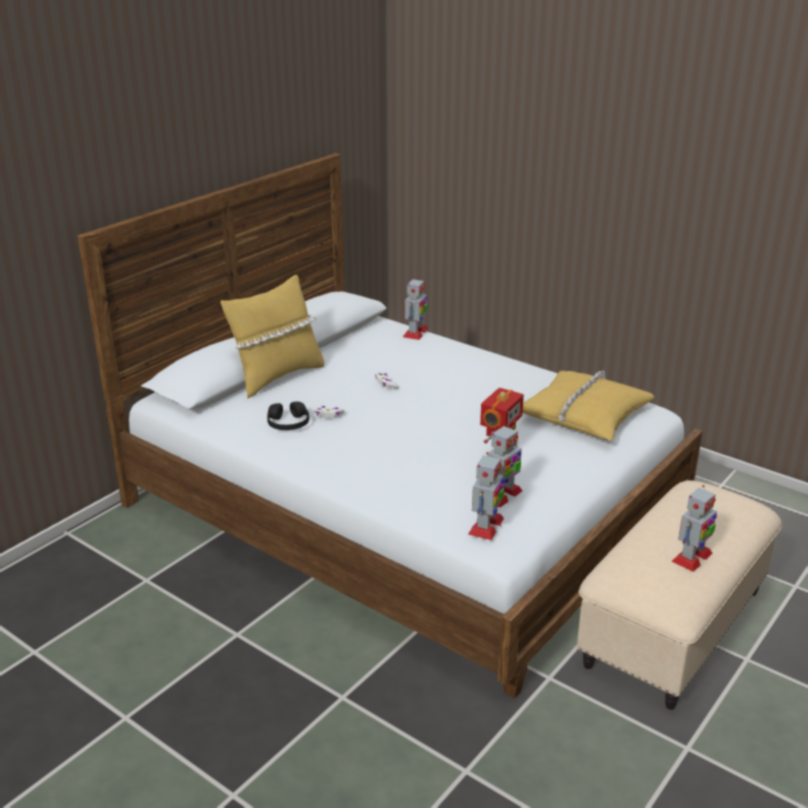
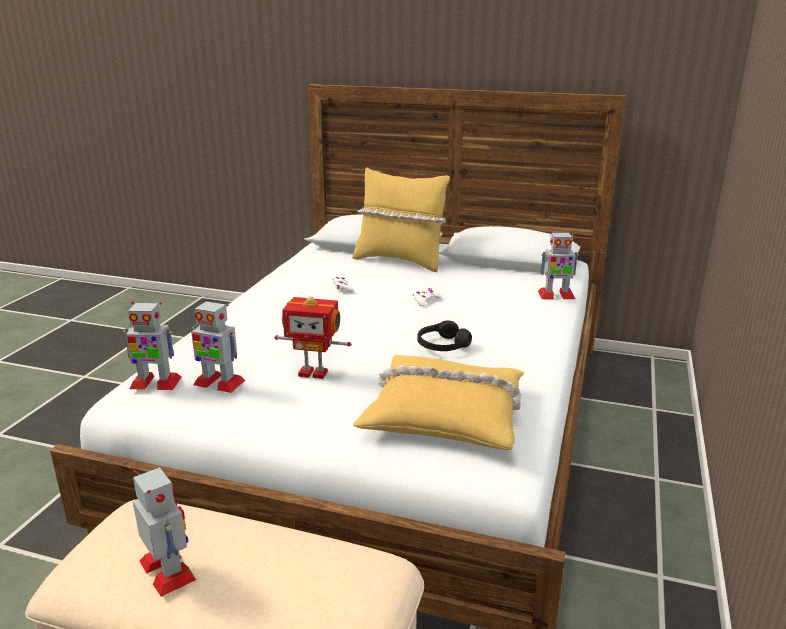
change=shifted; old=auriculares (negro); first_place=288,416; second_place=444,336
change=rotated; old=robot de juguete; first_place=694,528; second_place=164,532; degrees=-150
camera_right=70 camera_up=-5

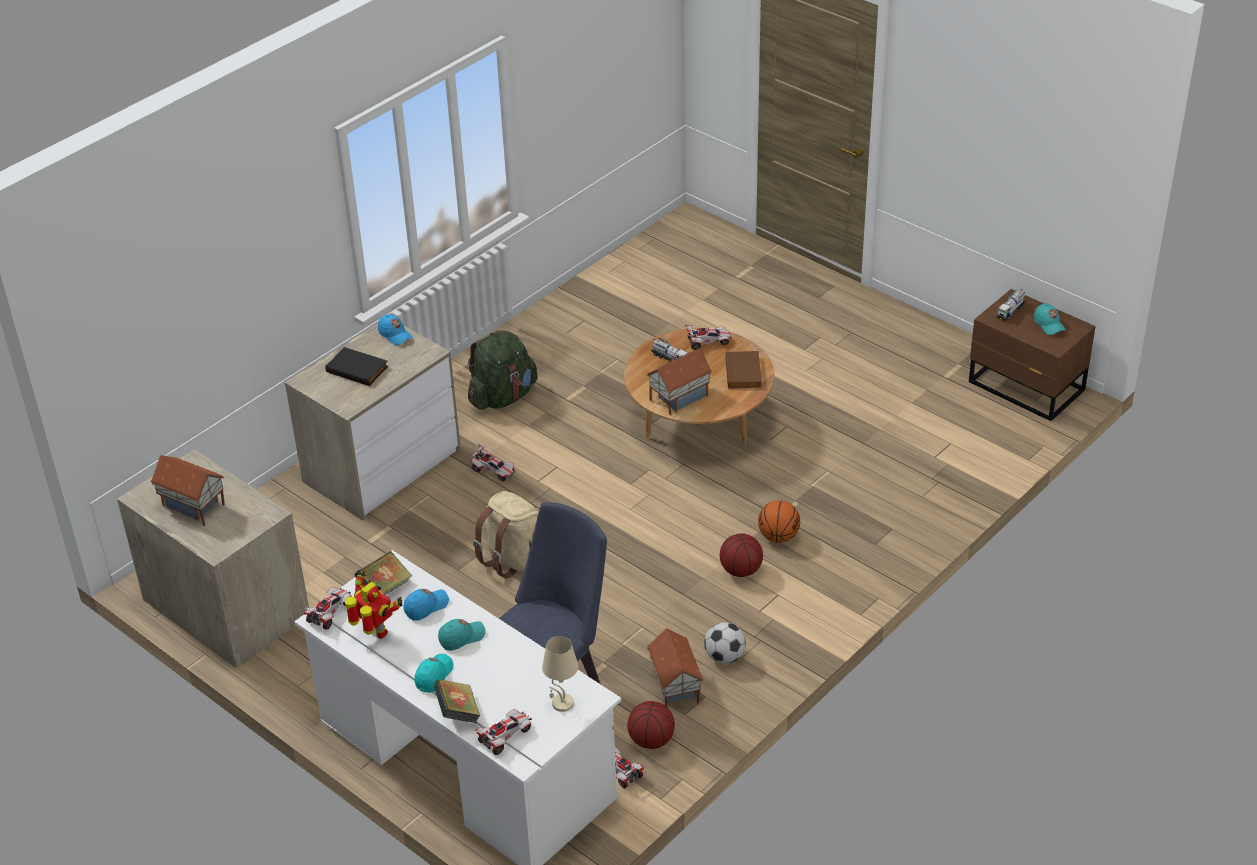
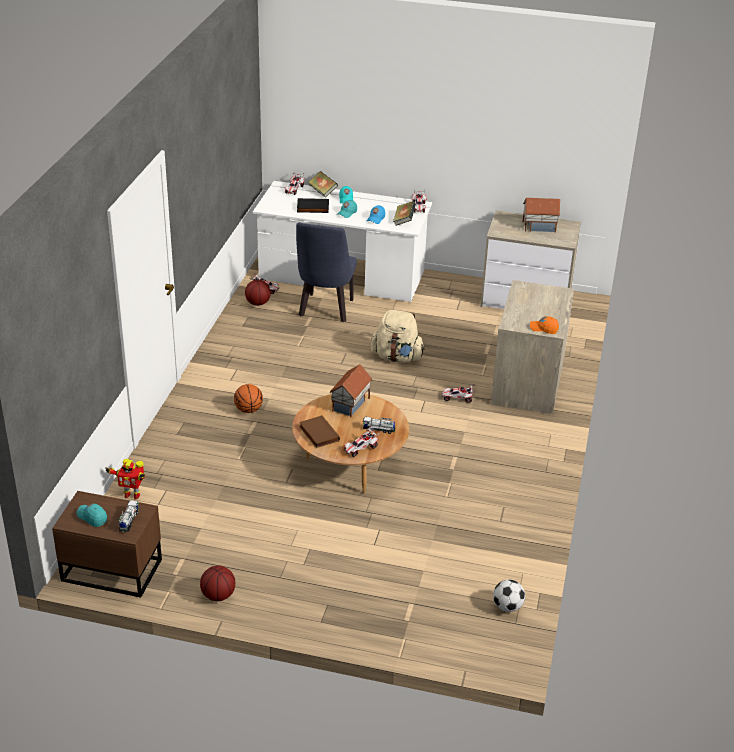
change=shifted; old=libro (negro); first_place=356,366; second_place=313,205
change=shifted; old=robot de juguete; first_place=373,604; second_place=125,479
change=repainted; old=gorra (azul); new=gorra (naranja); first_place=395,329; second_place=544,325
change=gone; old=mochila (verde); first_place=503,370
change=gone; old=lámpara de mesa (beis); first_place=560,674
change=gone; old=casita; first_place=675,667
change=shifted; old=balón de fútbol; first_place=725,643; second_place=509,596
change=shifted; old=balón de baloncesto; first_place=741,555; second_place=217,583
camera_right=150 camera_up=-5

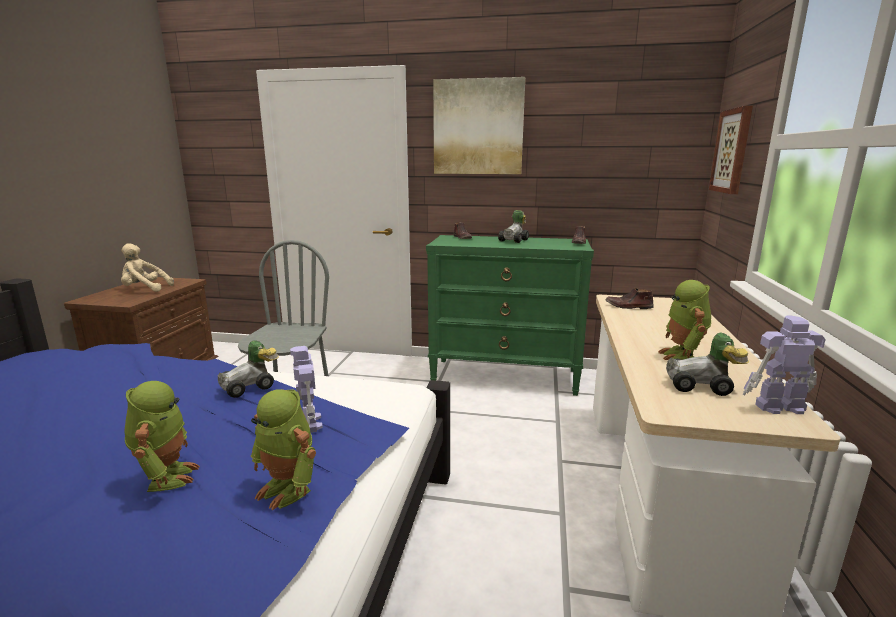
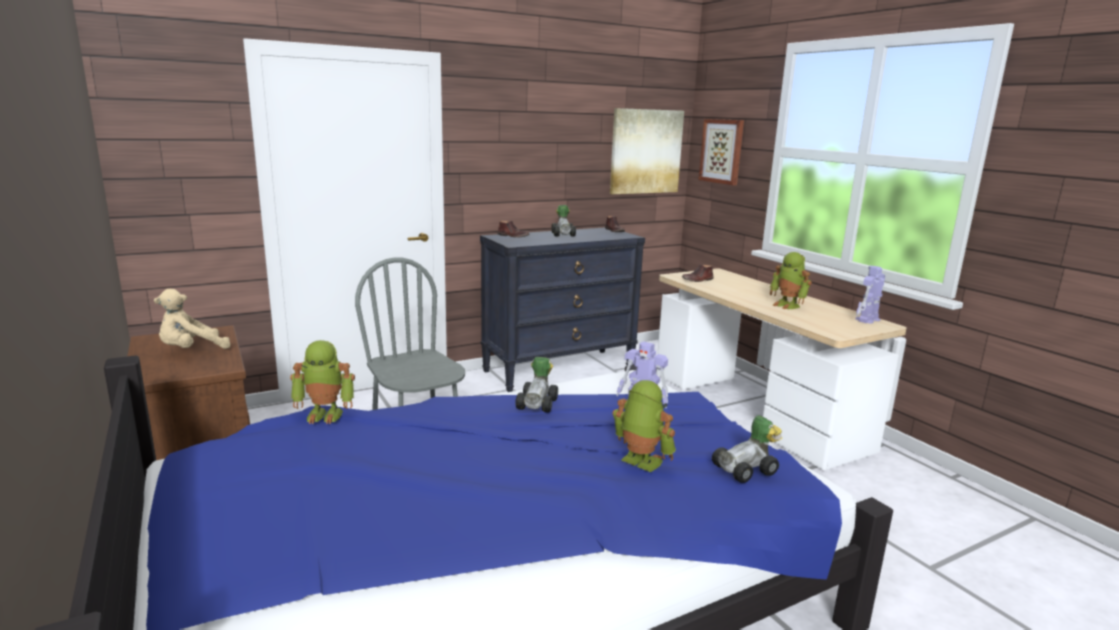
change=shifted; old=robot de juguete; first_place=283,449; second_place=322,382
change=repainted; old=cómoda (verde); new=cómoda (negro); first_place=510,315; second_place=562,309
change=shifted; old=cuadro; first_place=479,125; second_place=647,151
change=shifted; old=coche de juguete; first_place=707,364; second_place=747,449
camera_right=-40 camera_up=0

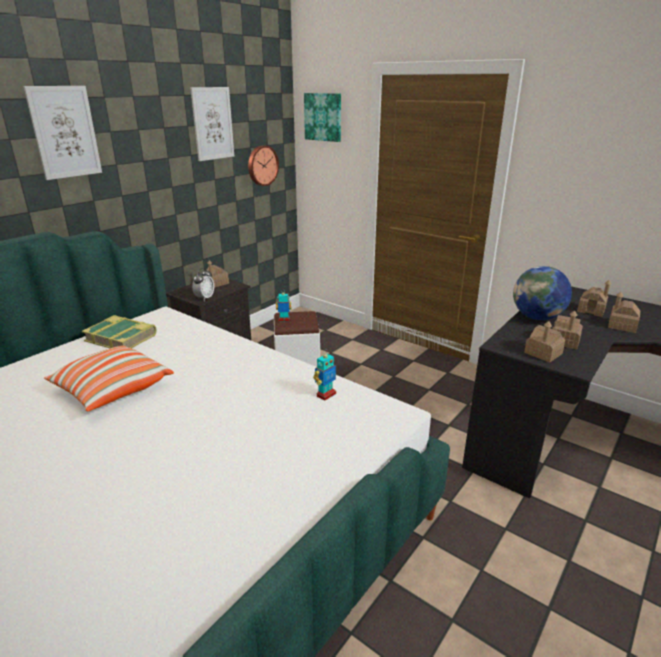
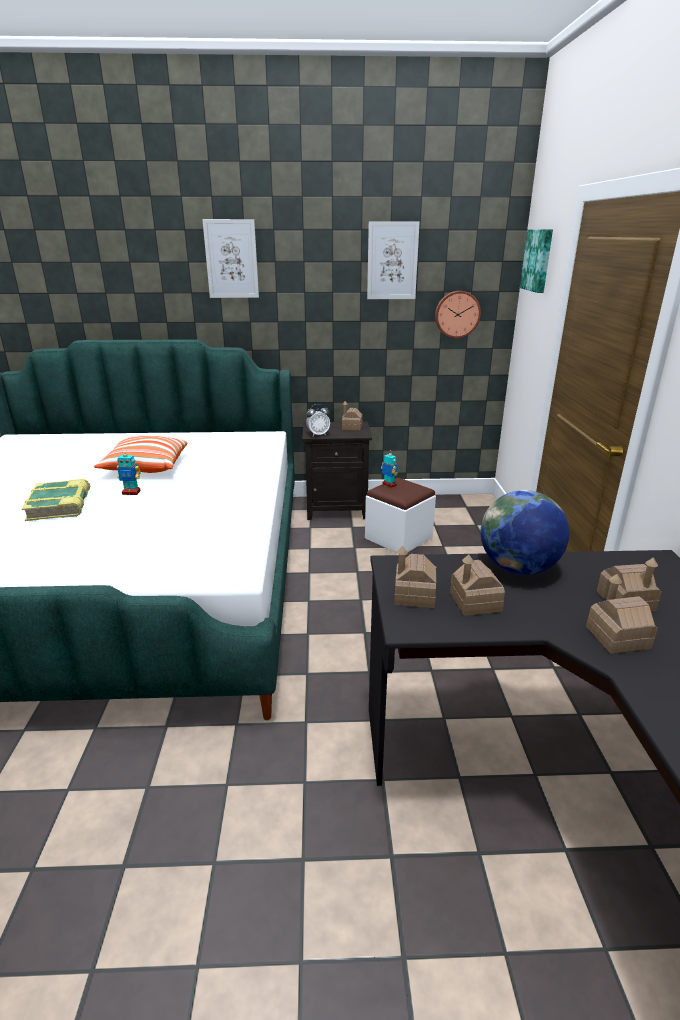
change=shifted; old=libro; first_place=119,332; second_place=56,500
change=shifted; old=robot de juguete; first_place=324,375; second_place=129,472
camera_right=50 camera_up=0

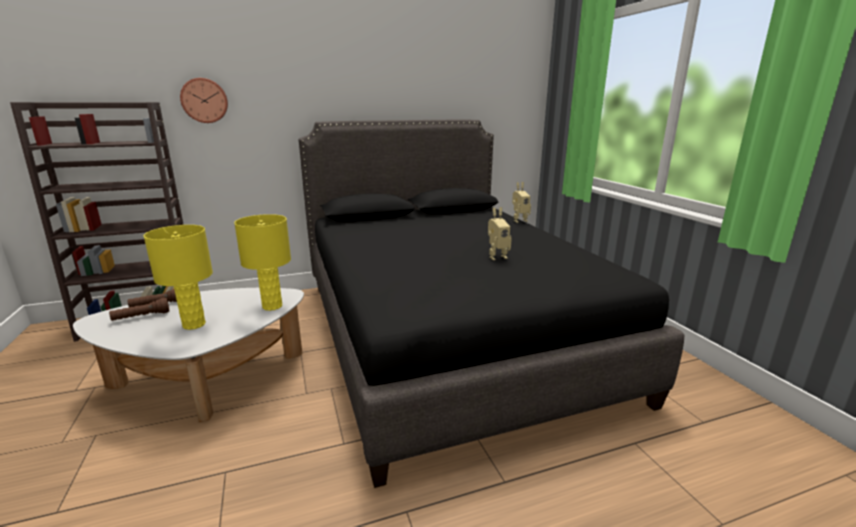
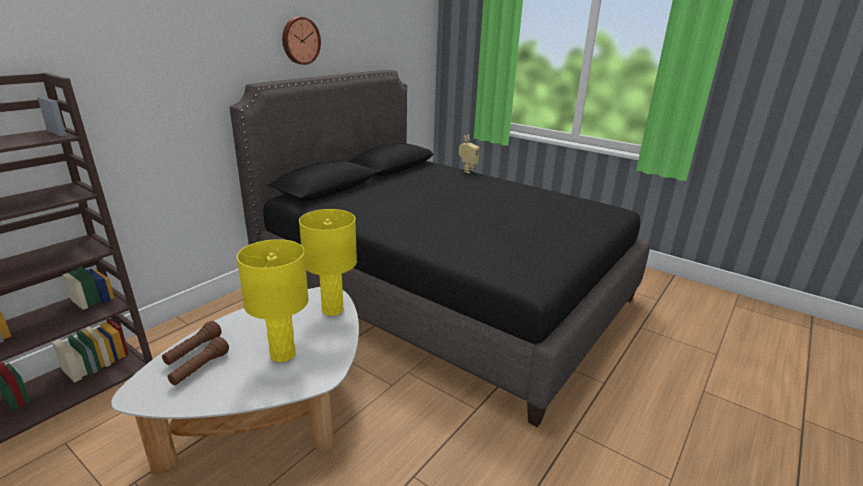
change=shifted; old=reloj de pared; first_place=204,100; second_place=301,41
change=gone; old=robot de juguete; first_place=500,233
camera_right=-35 camera_up=5

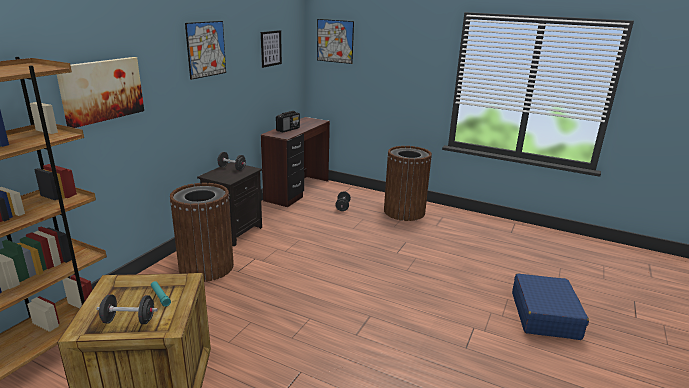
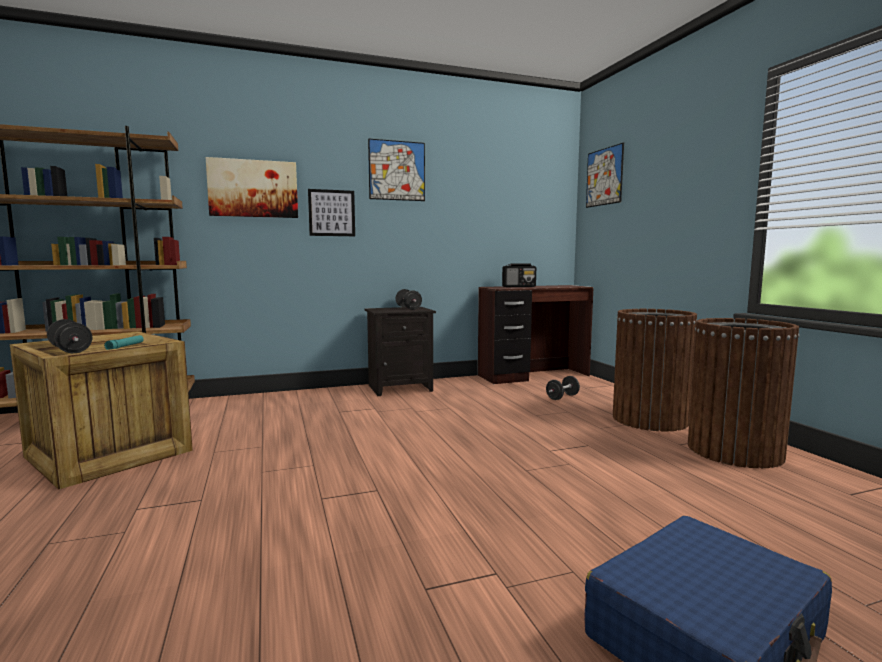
change=shifted; old=papelera (marrón); first_place=202,232; second_place=744,393
change=shifted; old=cuadro; first_place=271,49; second_place=331,212
camera_right=45 camera_up=-15

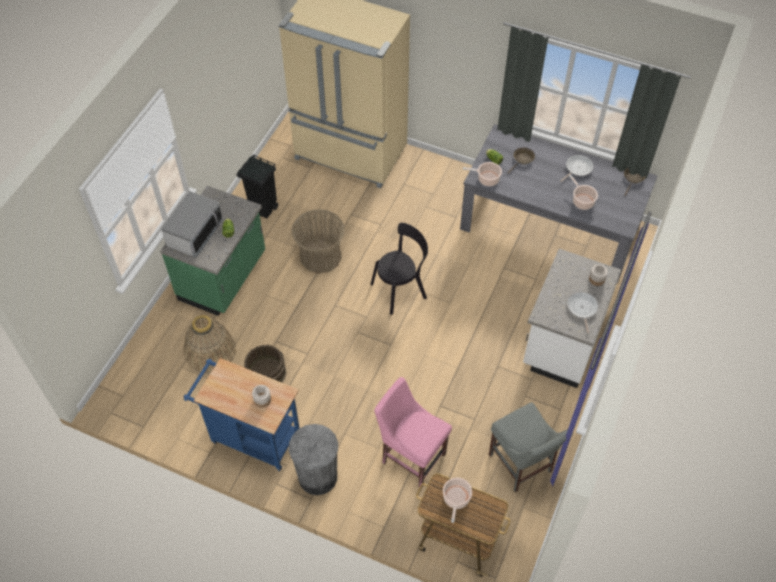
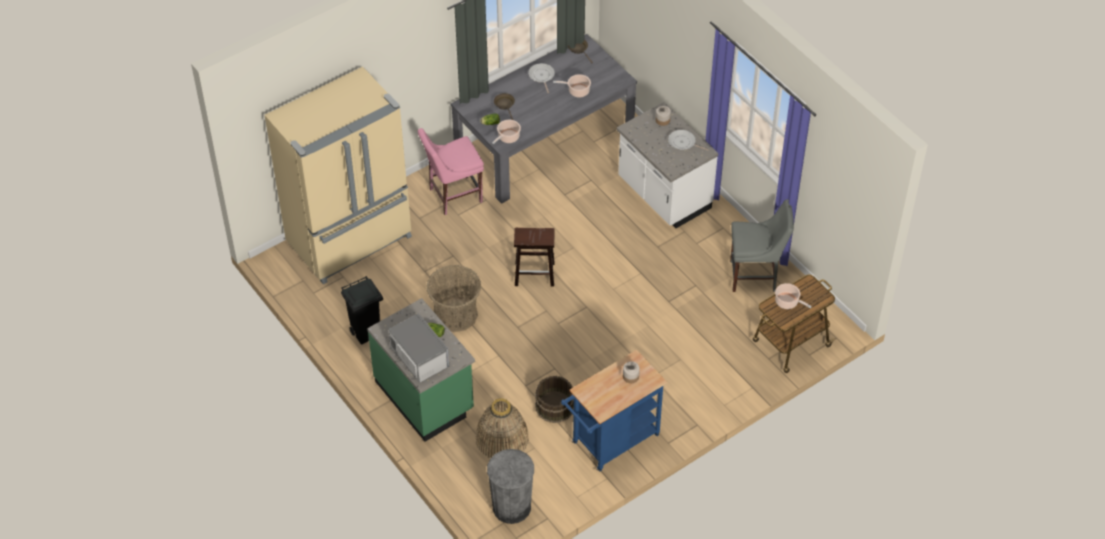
change=shifted; old=papelera (gris); first_place=313,459; second_place=510,486
change=swapped; old=silla (negro); new=taburete (marrón); first_place=399,269; second_place=534,257
change=shifted; old=silla (rosa); first_place=413,432; second_place=451,171
camera_right=-60 camera_up=-5

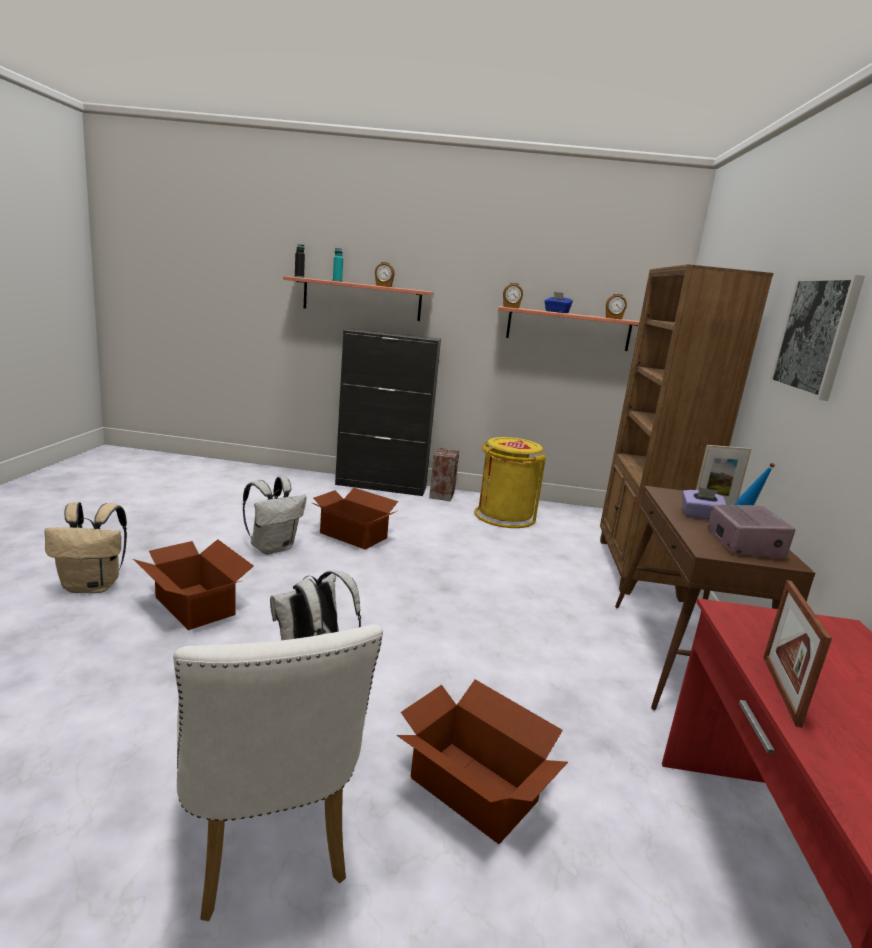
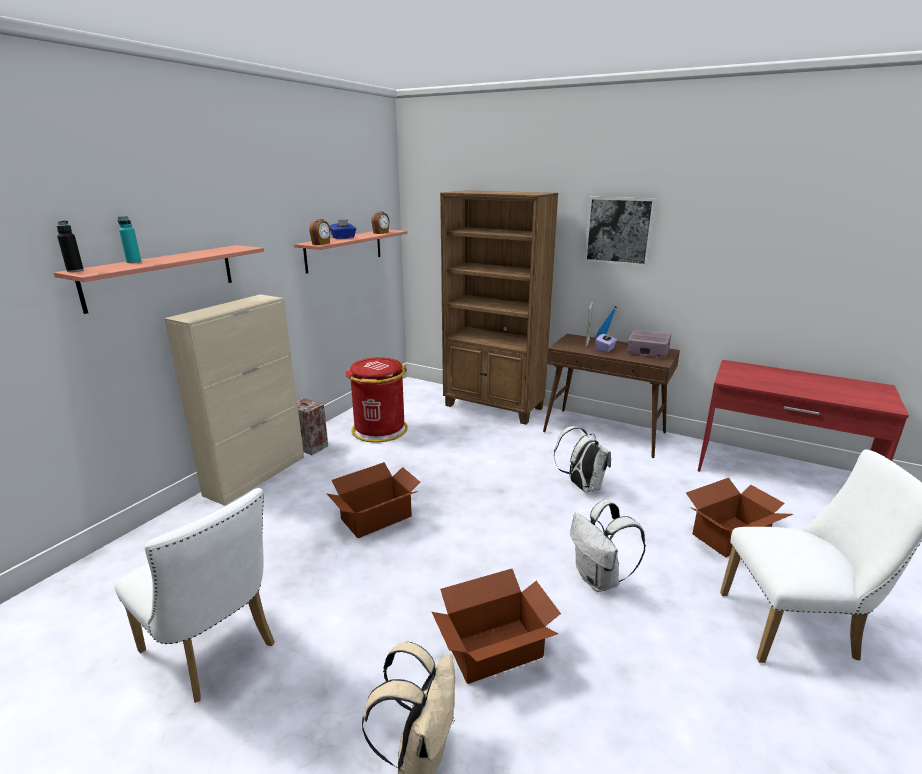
change=shifted; old=mochila (blanco); first_place=275,515; second_place=582,459
change=repainted; old=armario (negro); new=armario (beis); first_place=388,412; second_place=234,400
change=gone; old=despertador; first_place=385,274
change=repainted; old=papelera (amarillo); new=papelera (rojo); first_place=510,482; second_place=377,400
change=gone; old=portarretratos; first_place=797,654
change=new; new=silla (blanco); second_place=195,595
camera_right=-65 camera_up=5

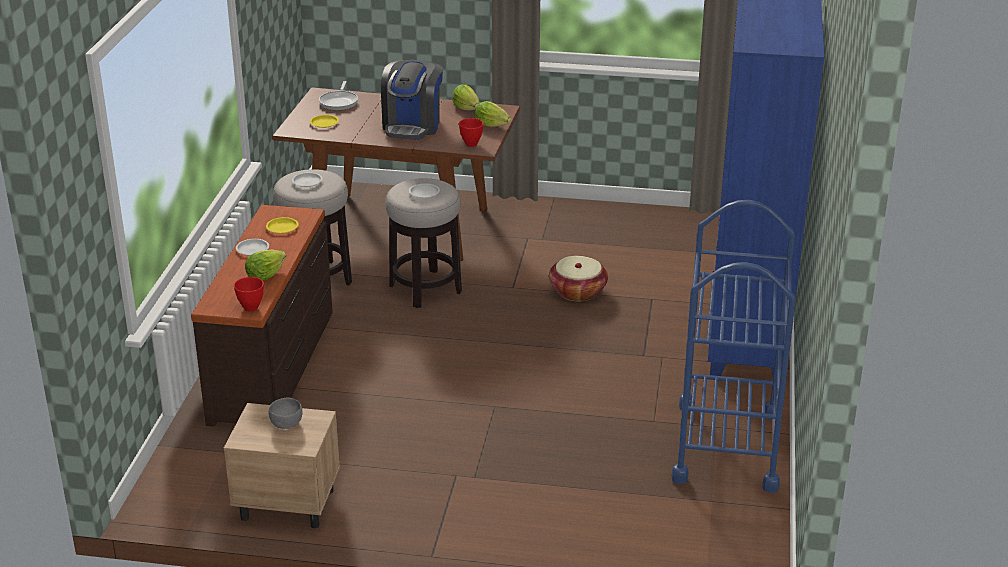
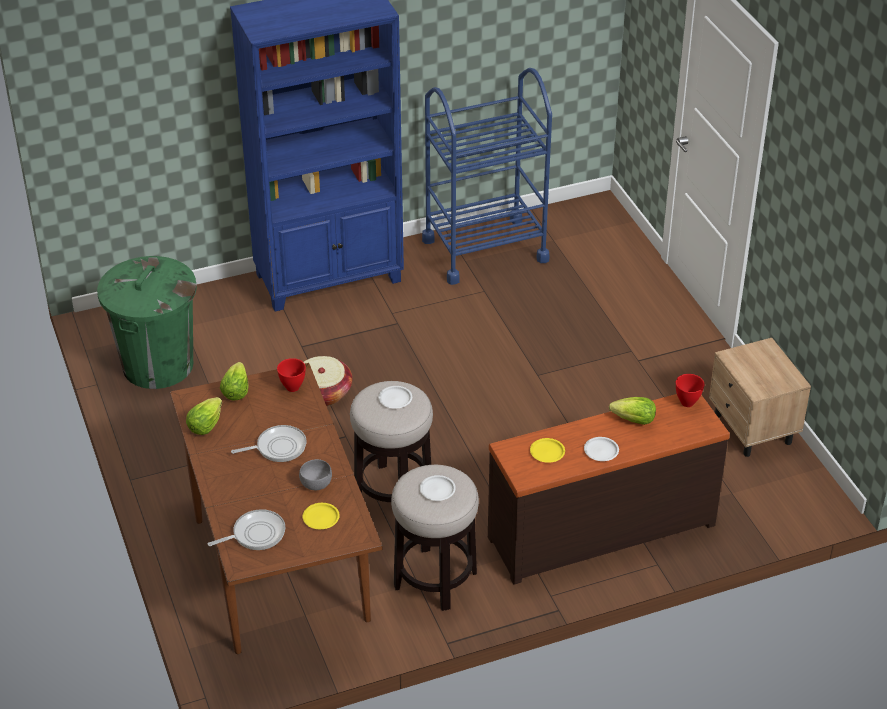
change=shifted; old=cuenco (gris); first_place=285,413; second_place=315,474
change=swapped; old=cafetera; new=sartén; first_place=412,100; second_place=269,443
change=new; new=papelera (verde); second_place=147,322
camera_right=-120 camera_up=10

